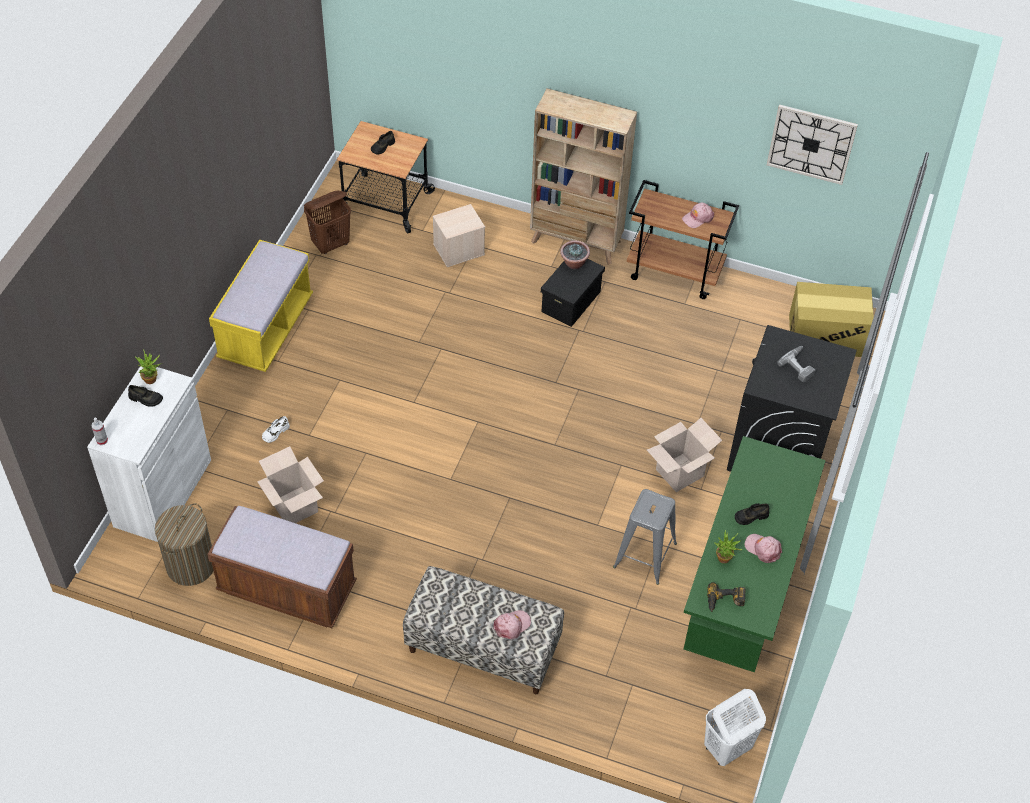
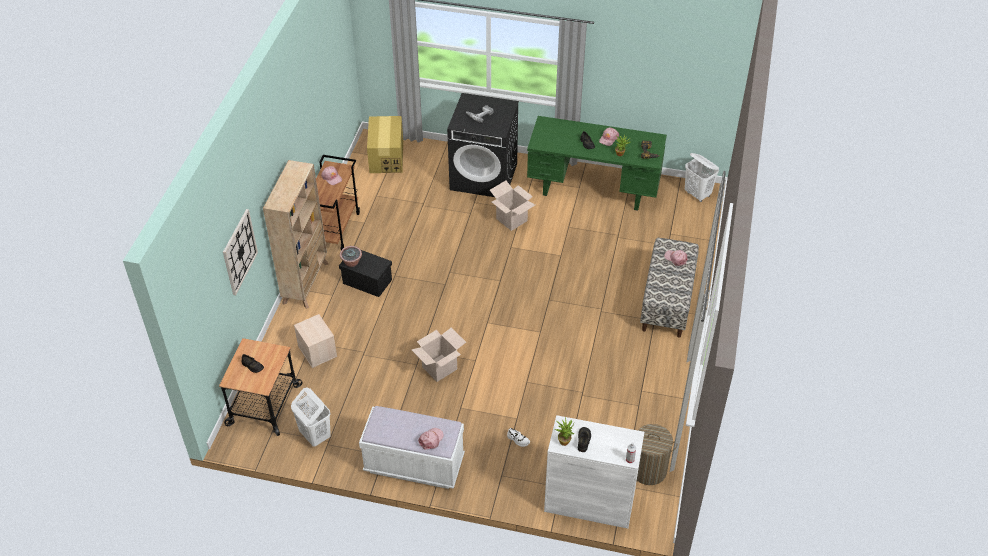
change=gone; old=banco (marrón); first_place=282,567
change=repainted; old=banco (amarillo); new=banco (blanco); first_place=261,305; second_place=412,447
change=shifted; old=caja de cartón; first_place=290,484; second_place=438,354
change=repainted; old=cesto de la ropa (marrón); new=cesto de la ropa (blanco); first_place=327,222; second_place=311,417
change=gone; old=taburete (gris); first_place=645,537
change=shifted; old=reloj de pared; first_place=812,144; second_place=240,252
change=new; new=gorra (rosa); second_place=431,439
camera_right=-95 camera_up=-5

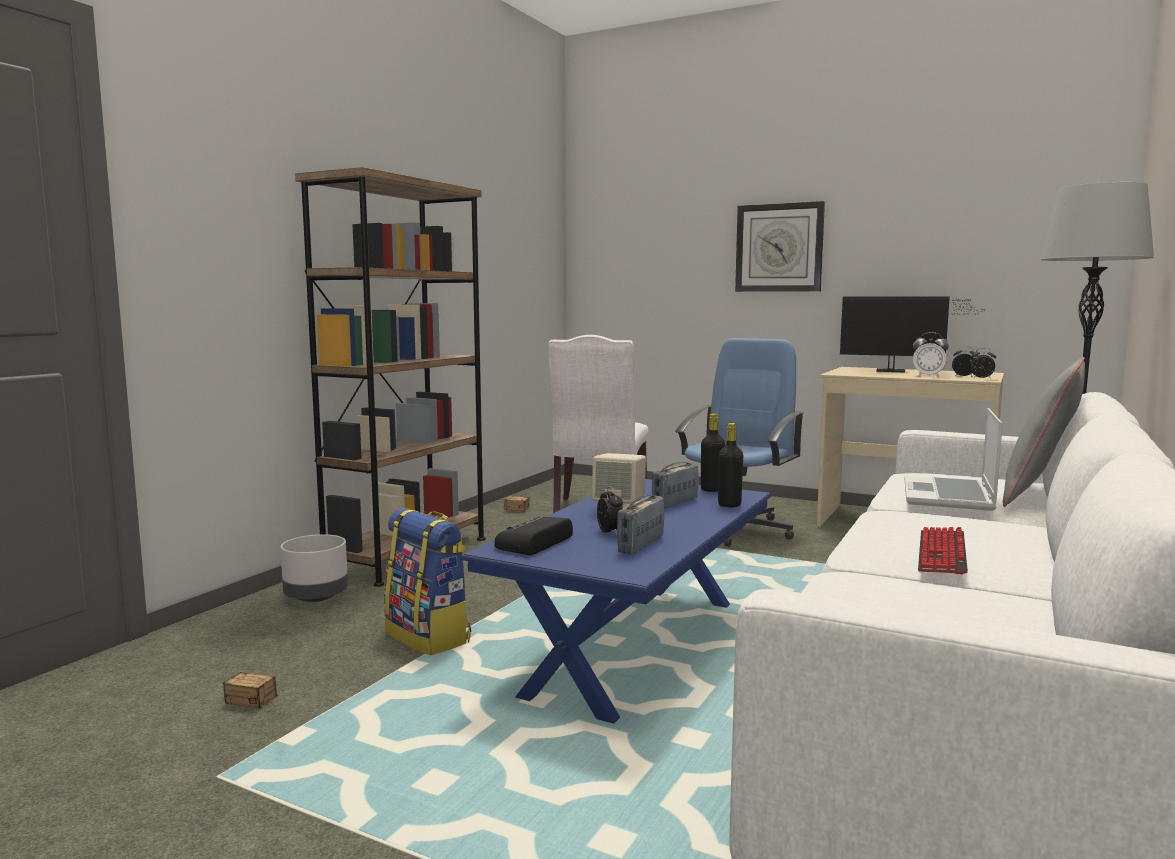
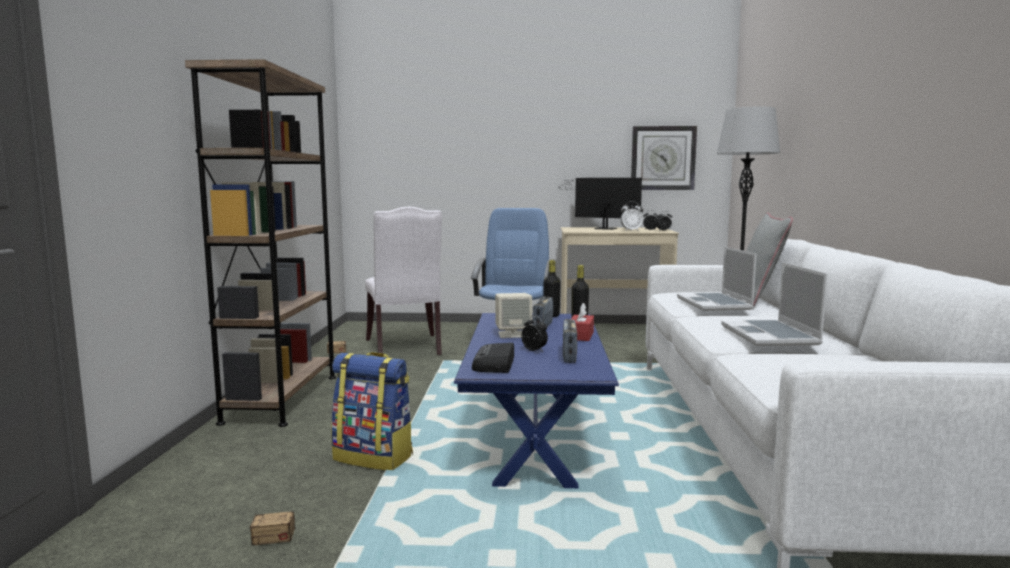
change=gone; old=maceta (gris); first_place=314,568
change=shifted; old=reloj de pared; first_place=780,246; second_place=664,158
change=rotated; old=monitor; first_place=911,334; second_place=601,204; degrees=-150
change=swapped; old=teclado; new=portátil; first_place=943,550; second_place=774,304
change=new; new=caja de pañuelos (rojo); second_place=582,322
camera_right=-25 camera_up=0

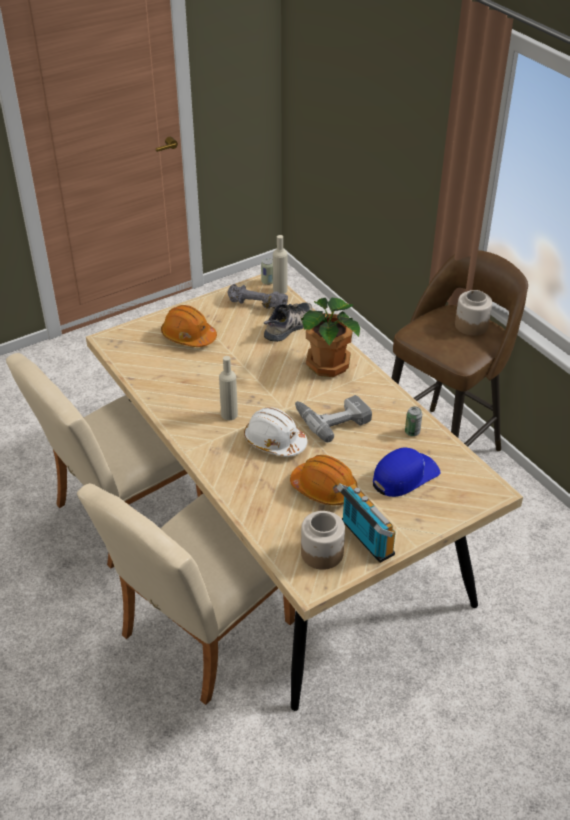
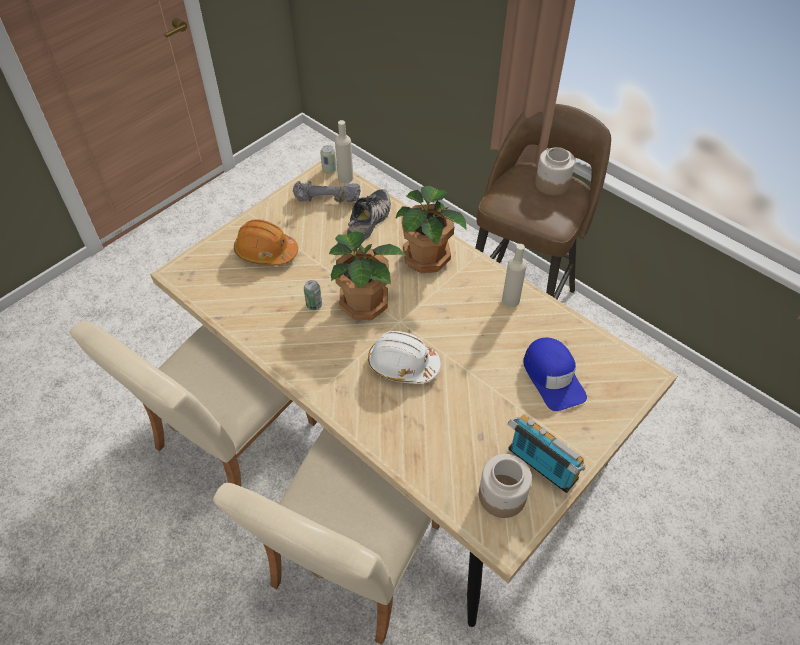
change=shifted; old=botella (beis); first_place=228,388; second_place=514,275
change=gone; old=casco (naranja); first_place=324,480
change=gone; old=taladro; first_place=333,418
change=rotated; old=gorra (azul); first_place=406,472; second_place=555,374; degrees=120
change=shifted; old=lata; first_place=413,421; second_place=313,295
change=new; new=planta en maceta; second_place=367,275
camera_right=-15 camera_up=10

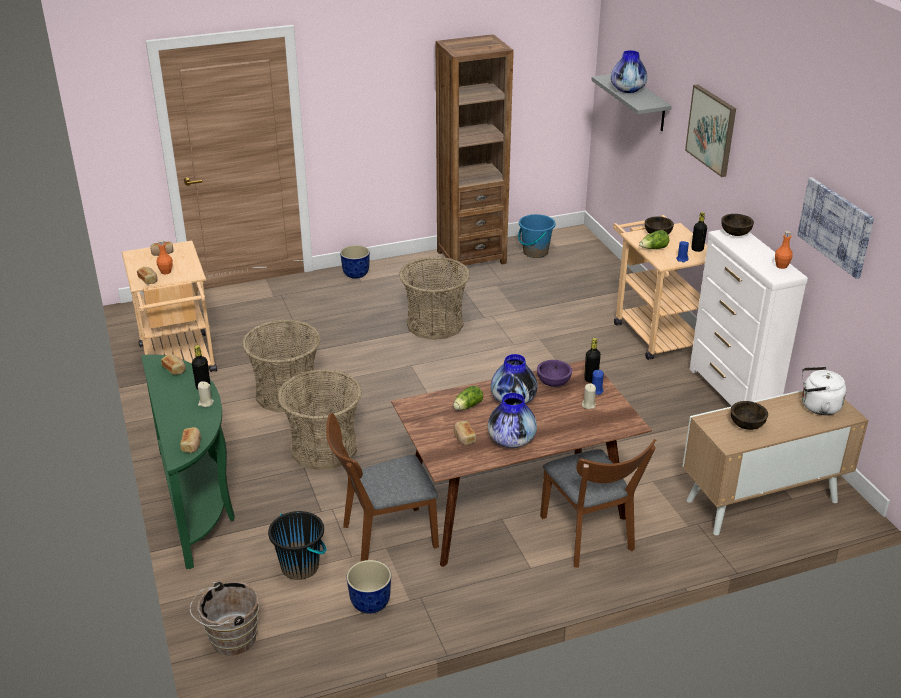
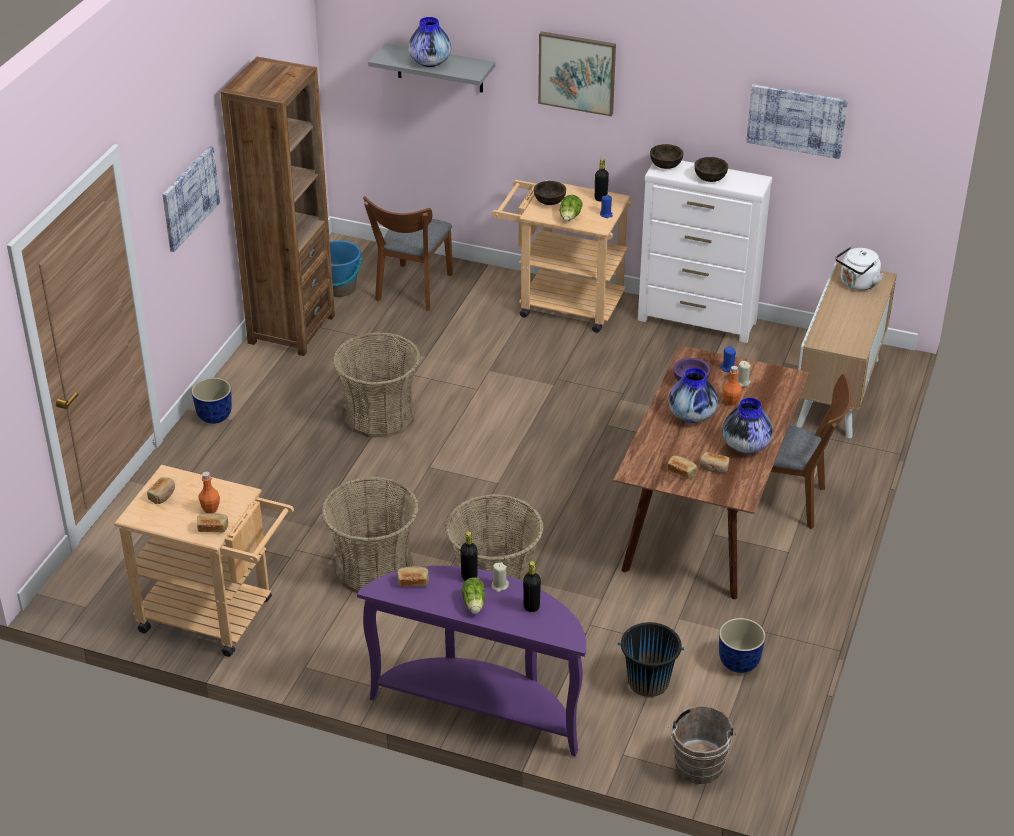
change=repainted; old=mesa consola (verde); new=mesa consola (morado); first_place=188,461; second_place=471,661
change=shifted; old=pan; first_place=190,440; second_place=682,467
change=shifted; old=silla (marrón); first_place=382,487; second_place=408,253
change=shifted; old=lechuga; first_place=468,398; second_place=473,596
change=shifted; old=botella (negro); first_place=592,360; second_place=532,586
change=shifted; old=cuenco (marrón); first_place=749,415; second_place=711,169
change=shifted; old=botella (naranja); first_place=784,250; second_place=732,386
change=new; new=cuadro; second_place=191,199
camera_right=-50 camera_up=5

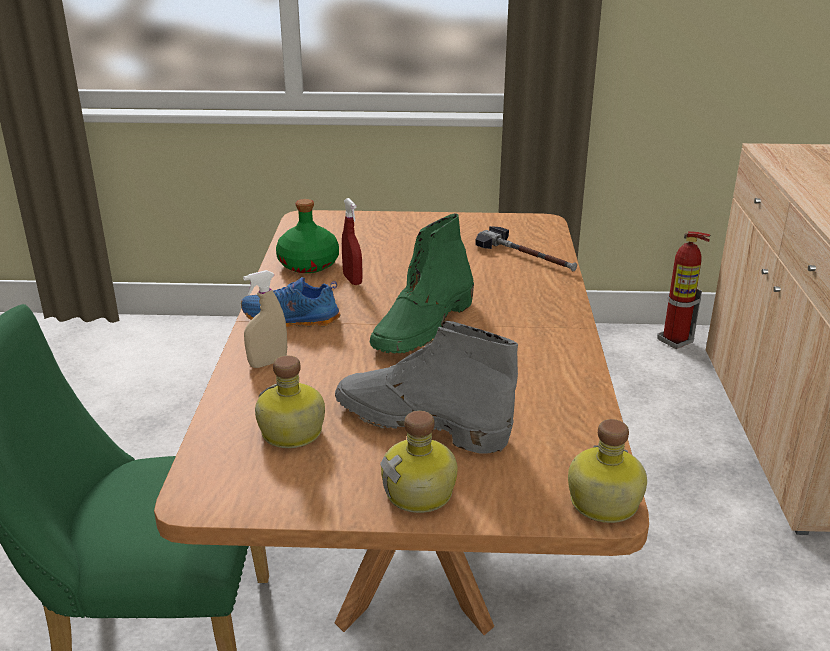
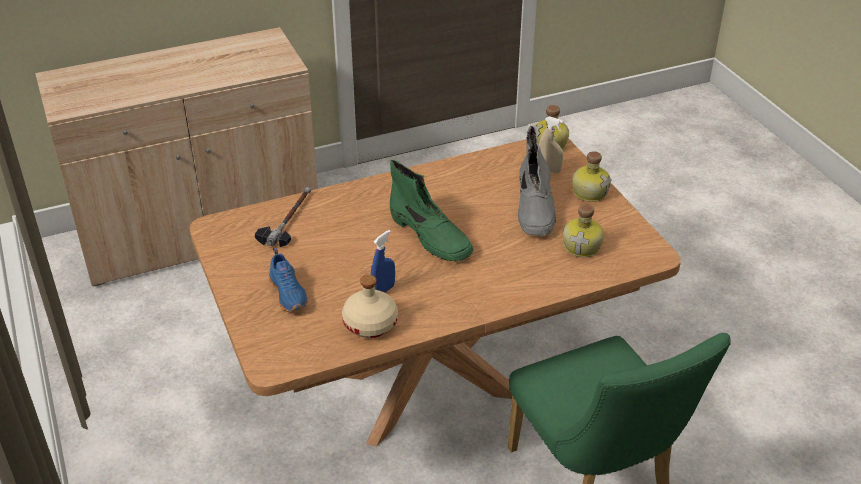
change=shifted; old=zapato (azul); first_place=291,302; second_place=288,280
change=shifted; old=pulverizador (beis); first_place=265,319; second_place=551,144
change=repainted; old=botella (verde); new=botella (beis); first_place=307,236; second_place=370,306
change=repainted; old=pulverizador (rojo); new=pulverizador (azul); first_place=352,241; second_place=383,261
change=rotated; old=bota (verde); first_place=422,283; second_place=431,211; degrees=45
change=gone; old=extintor; first_place=684,290
camera_right=-115 camera_up=10

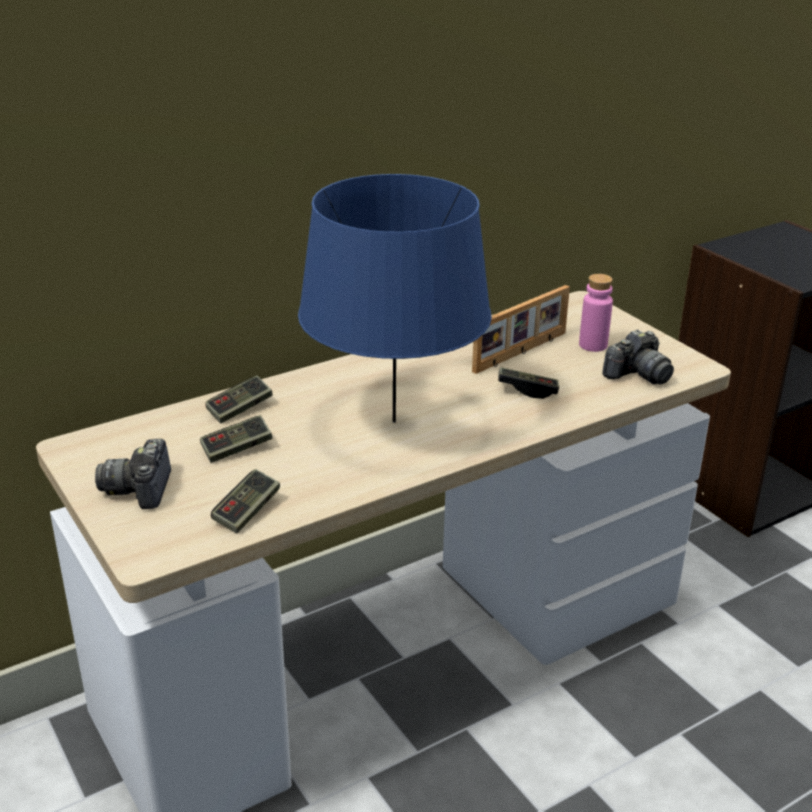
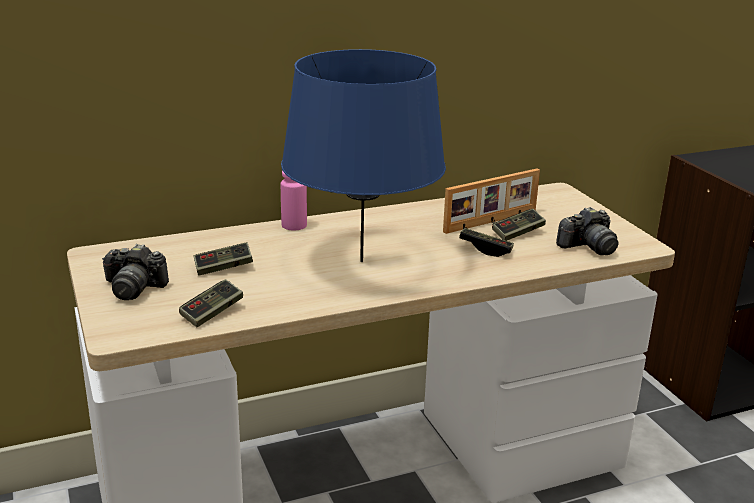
change=rotated; old=cámara; first_place=133,474; second_place=135,272; degrees=-90
change=shifted; old=mando de consola; first_place=239,399; second_place=519,225
change=shifted; old=botella (rosa); first_place=596,313; second_place=294,201
camera_right=10 camera_up=-5

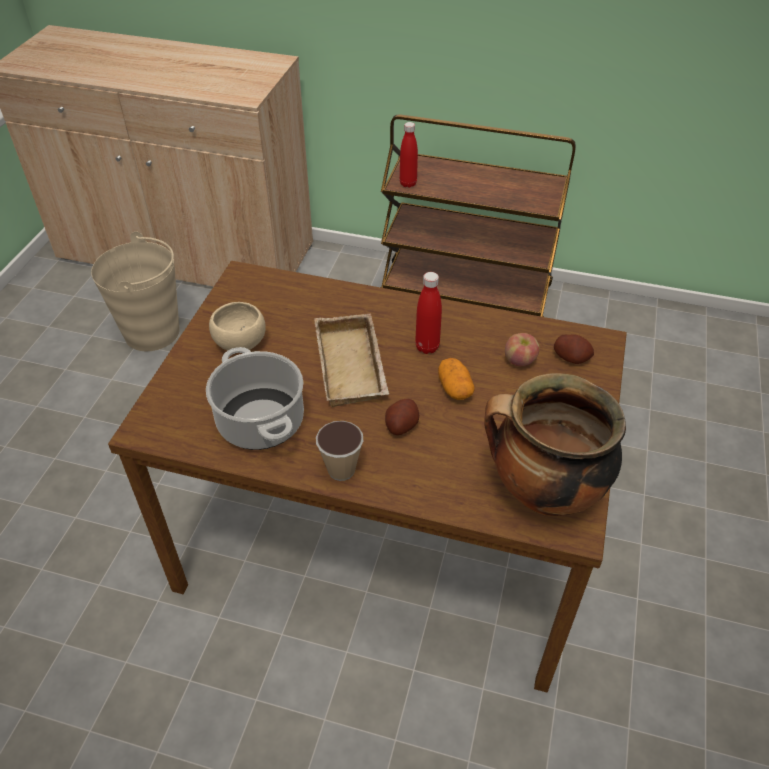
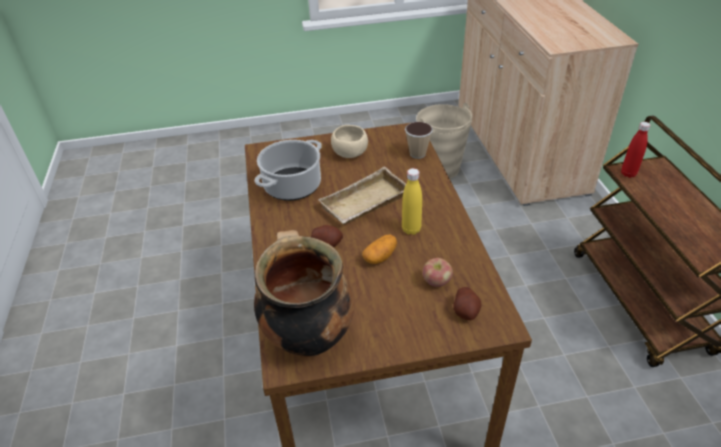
change=shifted; old=taza; first_place=339,451; second_place=419,140
change=repainted; old=botella (rojo); new=botella (amarillo); first_place=428,313; second_place=412,201
camera_right=65 camera_up=-5

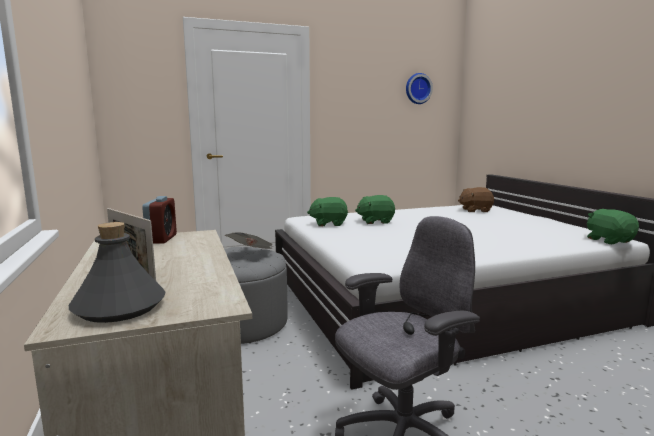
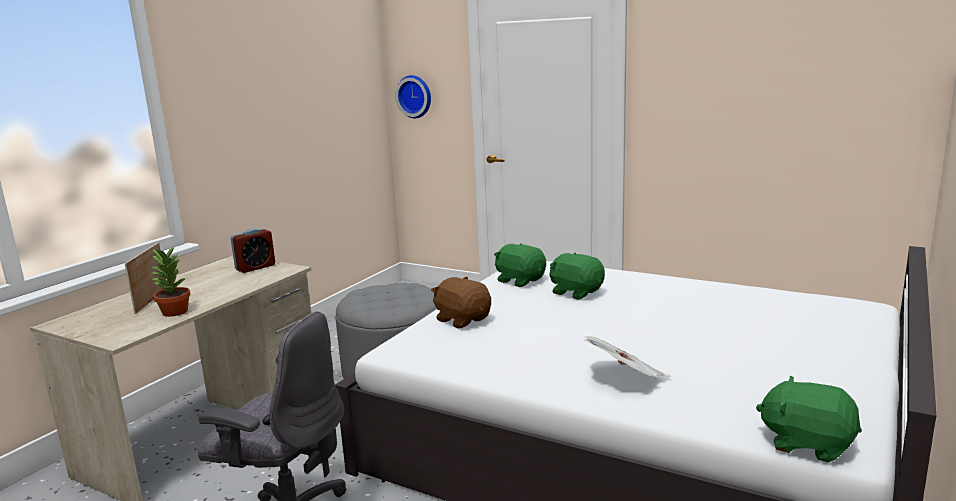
change=gone; old=botella (gris); first_place=117,272
change=shifted; old=periódico; first_place=249,240; second_place=627,357
change=shifted; old=reloj de pared; first_place=419,88; second_place=413,96
change=shifted; old=peluche (marrón); first_place=476,199; second_place=461,303
change=rotated; old=peluche (verde); first_place=613,226; second_place=809,419; degrees=-90
change=new; new=planta en maceta; second_place=170,282
camera_right=50 camera_up=5

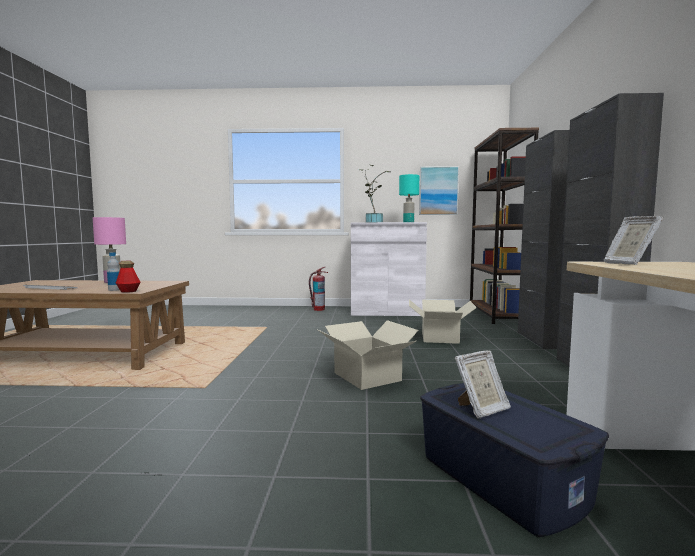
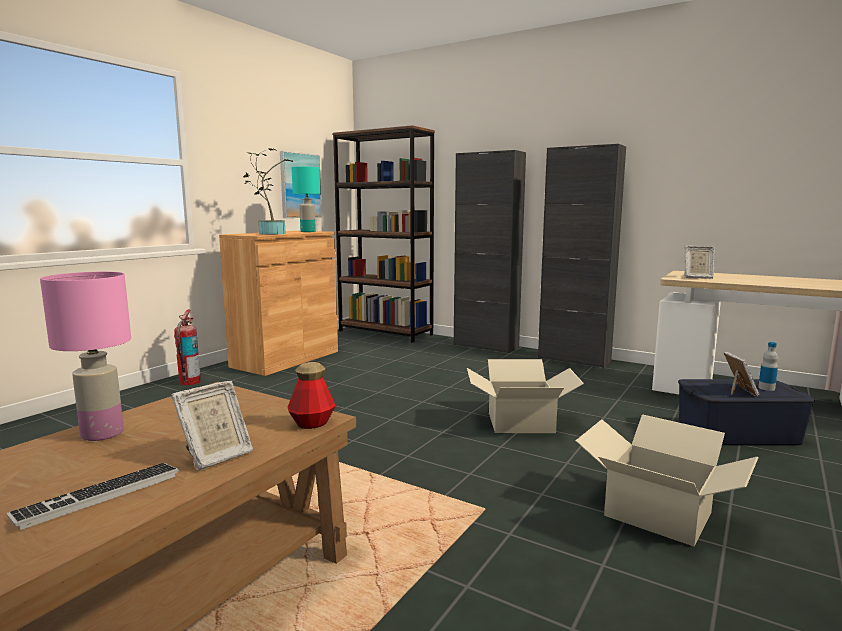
change=shifted; old=botella; first_place=113,271; second_place=768,366
change=repainted; old=armario (blanco); new=armario (marrón); first_place=389,269; second_place=278,303
change=shifted; old=caja de cartón; first_place=443,322; second_place=667,480
change=new; new=portarretratos; second_place=212,425
camera_right=-60 camera_up=5

